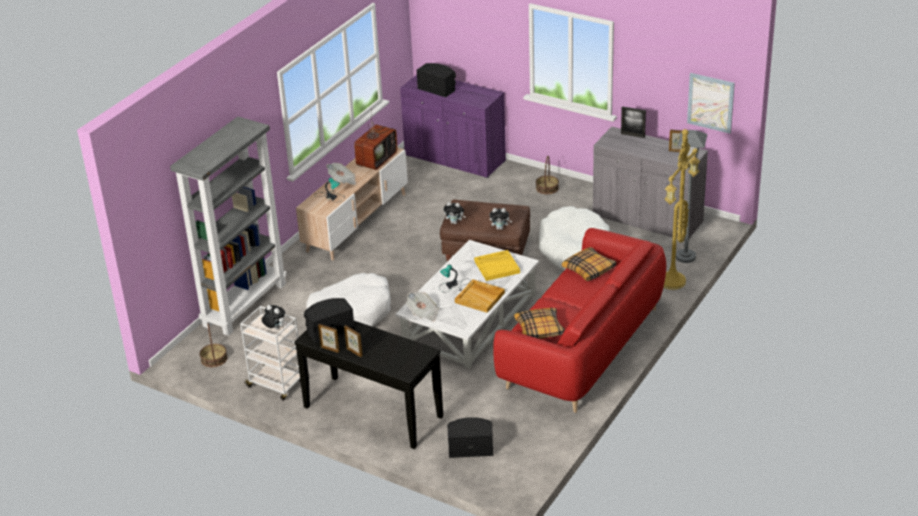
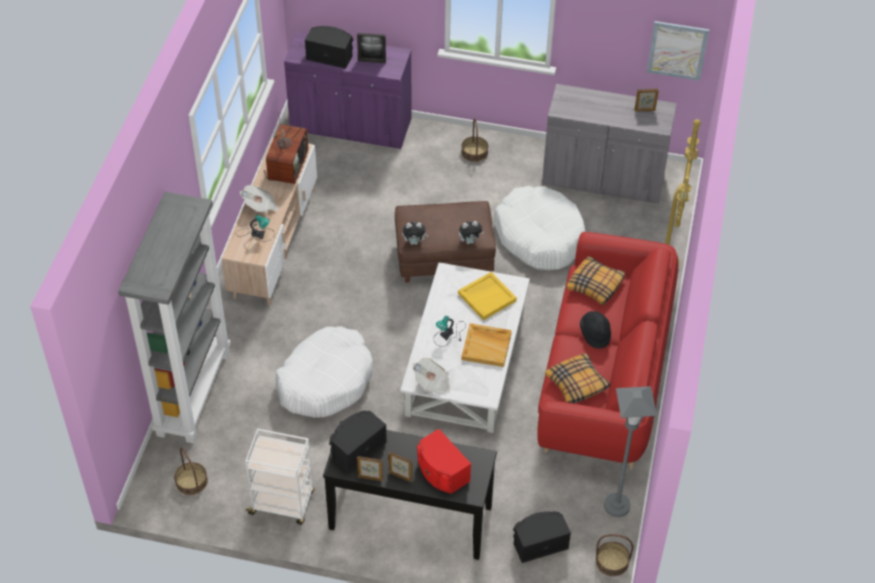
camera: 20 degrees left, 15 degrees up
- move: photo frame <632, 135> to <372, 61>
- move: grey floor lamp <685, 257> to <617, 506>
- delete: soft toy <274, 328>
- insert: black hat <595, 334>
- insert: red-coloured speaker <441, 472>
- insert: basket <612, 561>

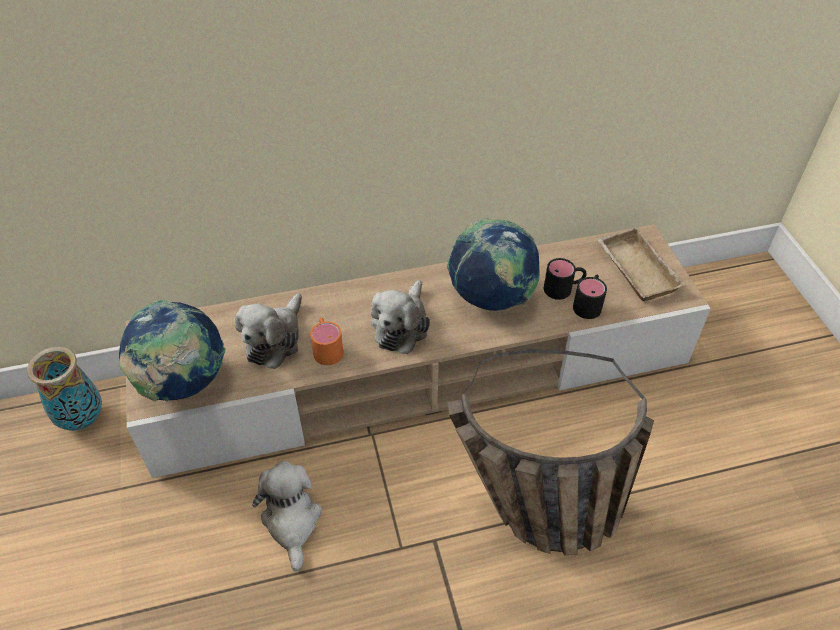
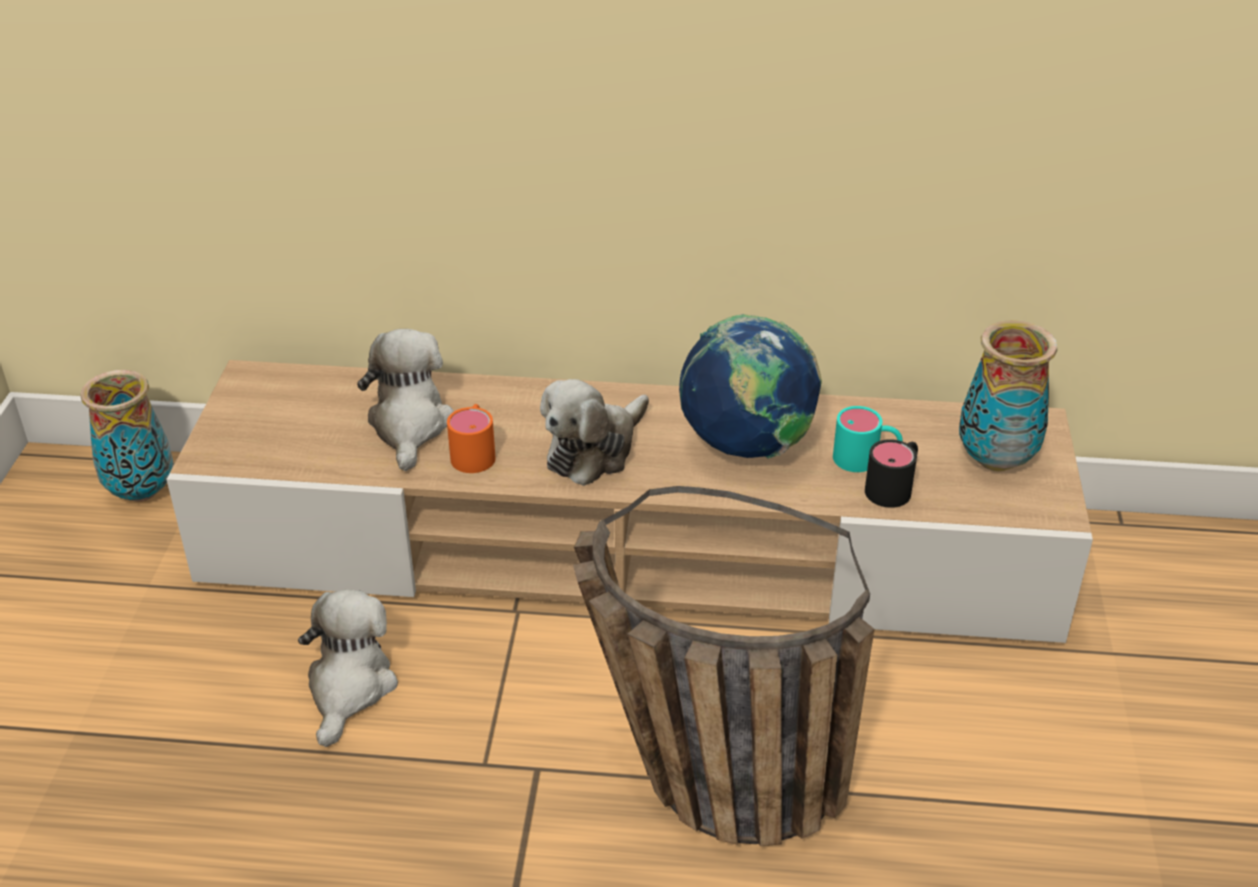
camera: 20 degrees right, 10 degrees down
- replace: beige serving tray <634, 269> to vase <994, 460>
- recolor: black coffee mug <564, 288> to blue-green coffee mug <866, 459>
- rotate: soft toy <275, 339> = <410, 425> 135 degrees clockwise
- delete: desk globe <182, 383>

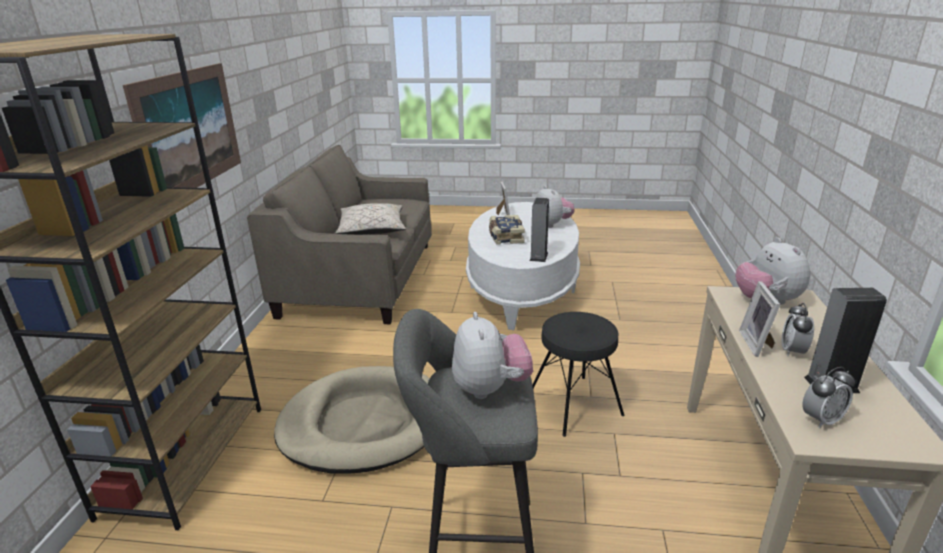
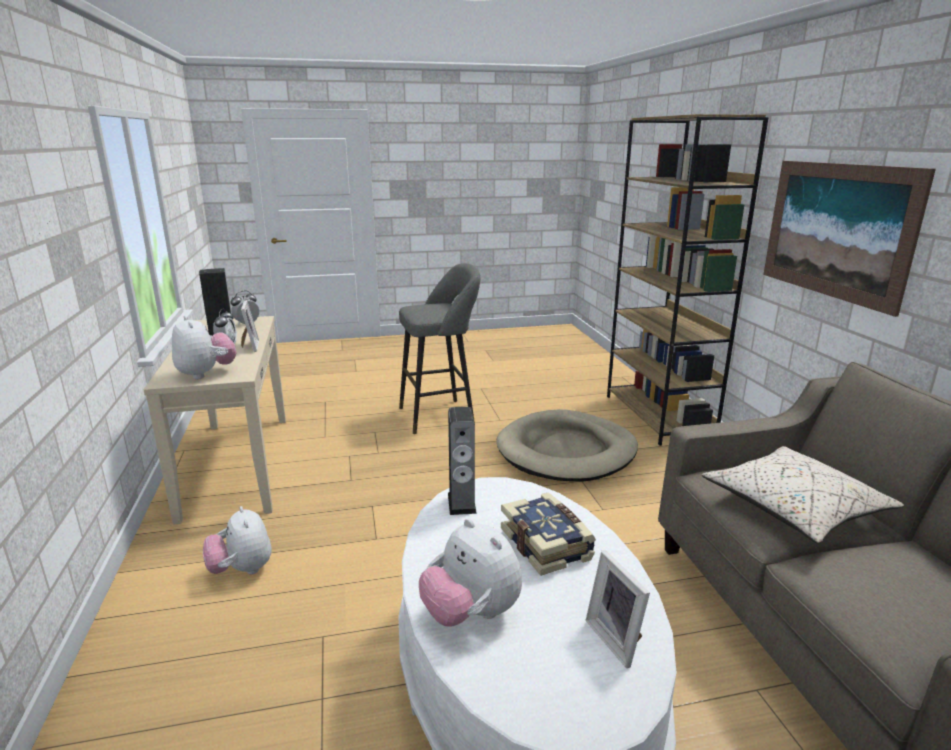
camera: 160 degrees right, 5 degrees down
- move: soft toy <490, 388> to <242, 570>
- delete: black stool <574, 405>

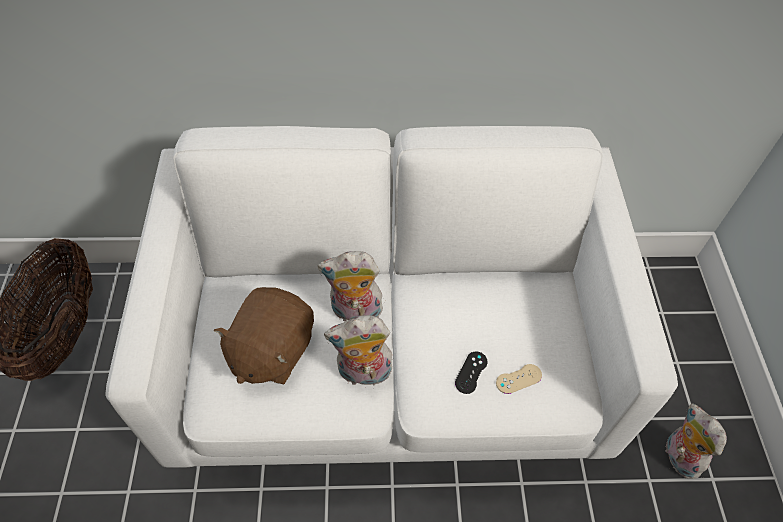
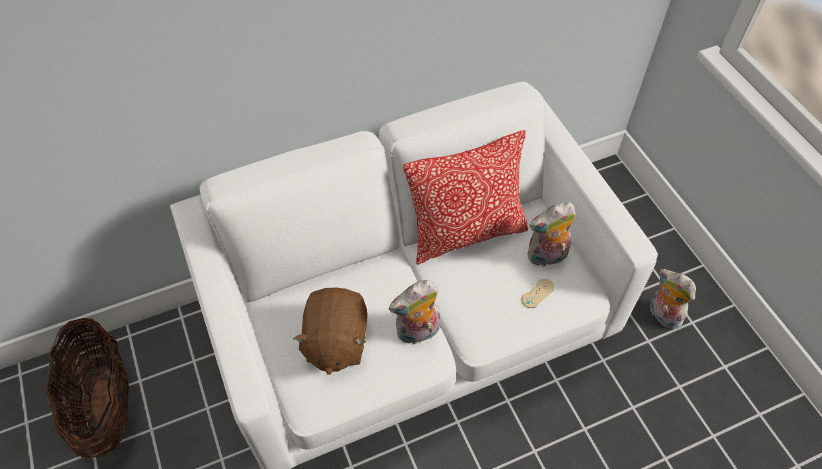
camera: 20 degrees left, 0 degrees up
- move: soft toy <354, 312> to <546, 257>
- delete: black gamepad <471, 372>
- insert: cushion <466, 233>

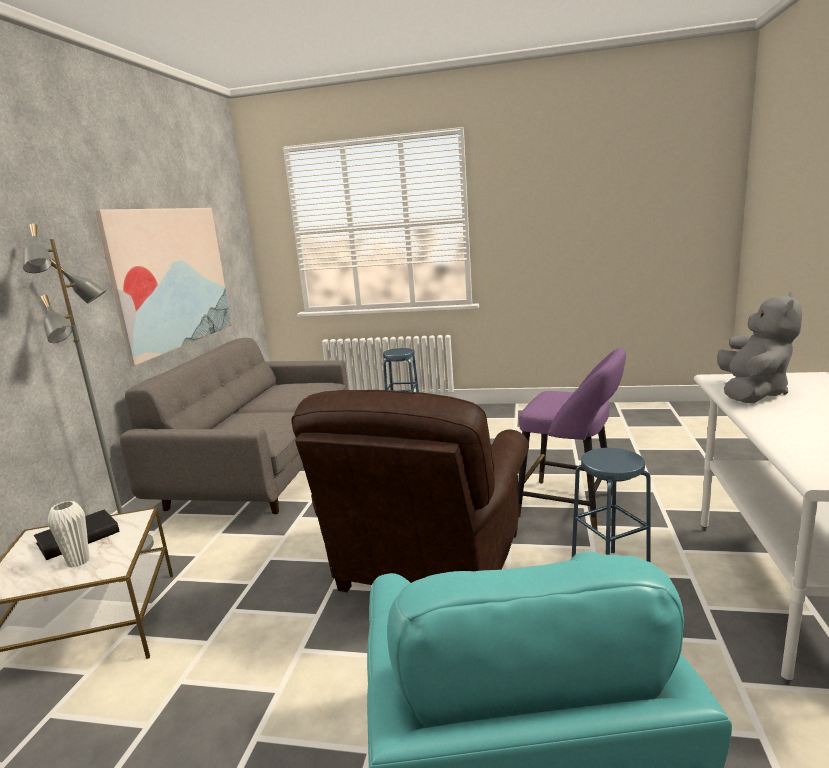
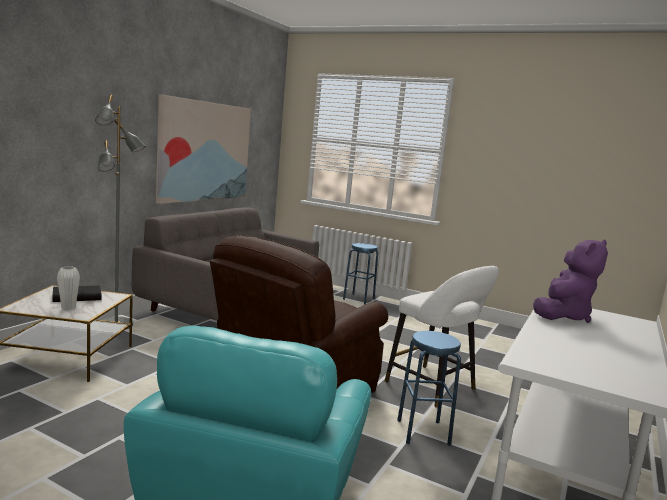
camera: 15 degrees right, 5 degrees down
- recolor: grey soft toy <751, 393> to purplish soft toy <562, 316>
- recolor: purplish stool <572, 506> to white stool <434, 387>

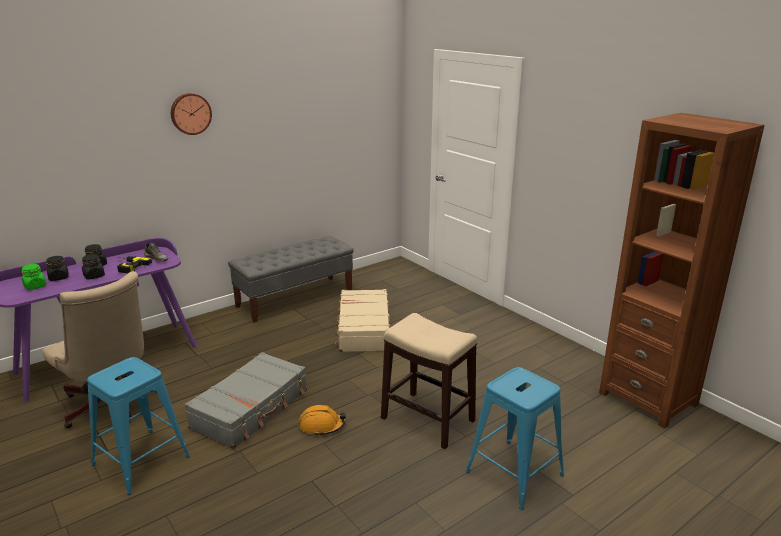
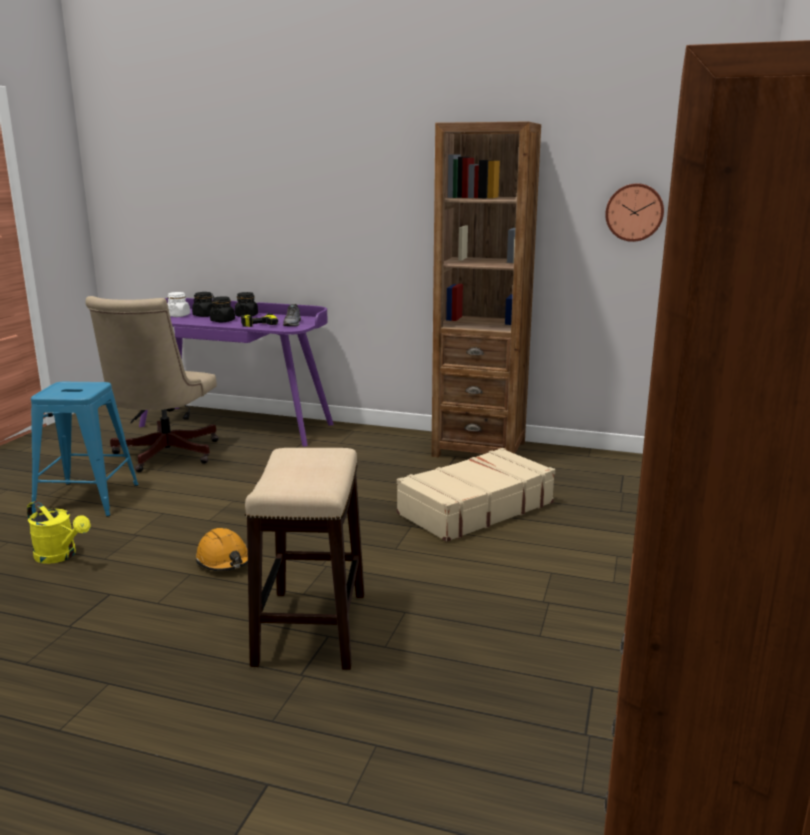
camera: 55 degrees right, 5 degrees down
- move: hanging clock <190, 113> to <634, 212>
- replace: grey long seat <295, 298> to brown-coloured shelving unit <479, 449>
- recolor: green jar <35, 286> to white jar <178, 315>
- delete: grey travel case <251, 409>
- delete: bluish stool <514, 474>
- insert: yellow sprinkling can <60, 556>

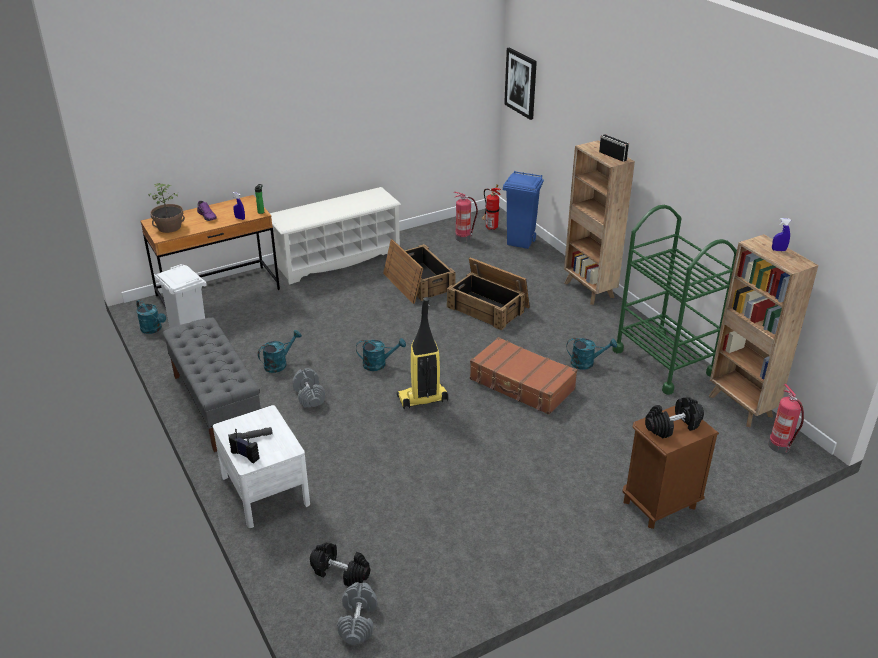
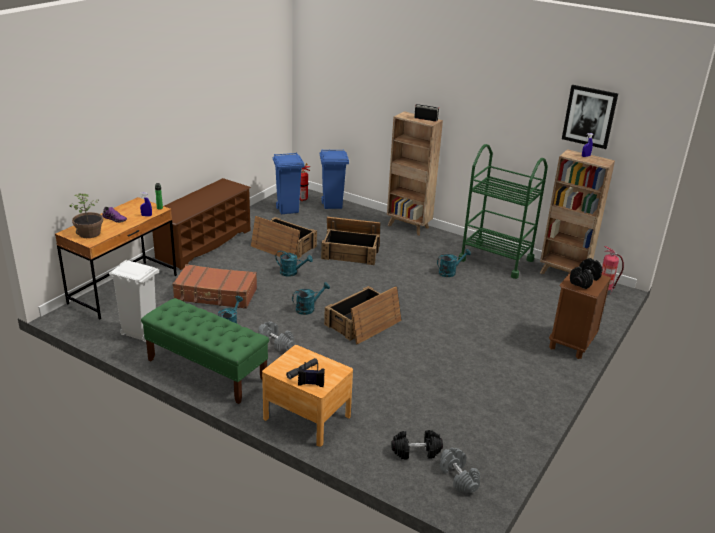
camera: 30 degrees left, 5 degrees down
- move: wall picture <521, 83> to <589, 116>
- recolor: white shoe rack <337, 259> to brown-coloured shoe rack <204, 244>
- replace: fire extinguisher <463, 238> to bluish waste bin <288, 210>
- replace: vacuum <422, 399> to shipping crate <363, 323>
- move: blue-green sprinkling can <153, 329> to <292, 273>
- recolor: grey long seat <216, 405> to green long seat <206, 370>
- move: brown-coloured travel case <521, 385> to <216, 295>
- recolor: white night table <265, 490> to brown-coloured night table <307, 417>

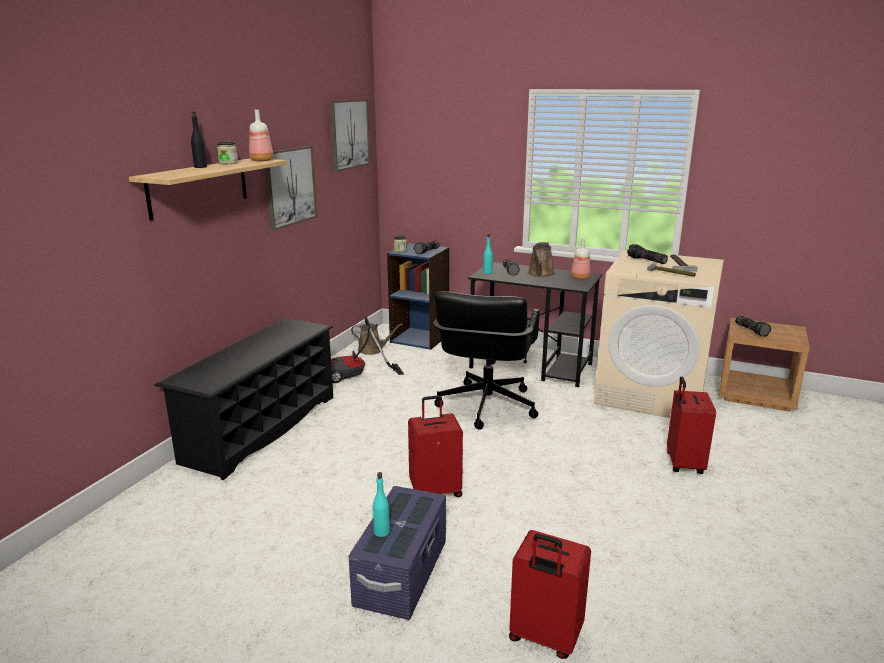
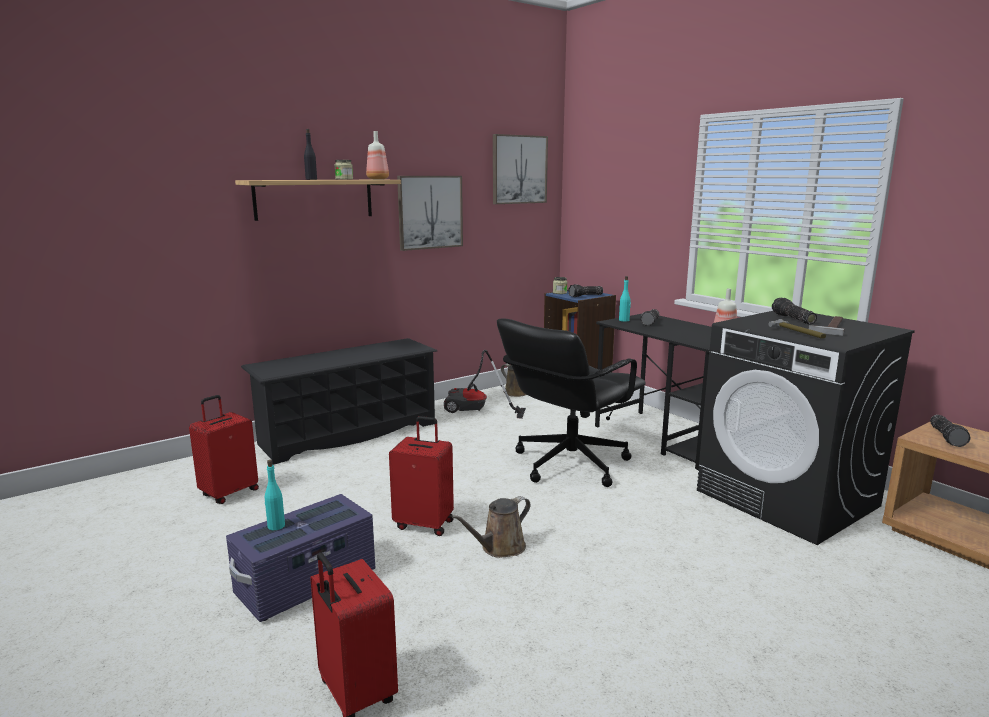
camera: 30 degrees right, 5 degrees down
- move: brown-coloured sprinkling can <540, 274> to <499, 548>
- recolor: beige washing machine <651, 394> to black washing machine <788, 498>
- move: red-coloured travel case <683, 464> to <229, 493>

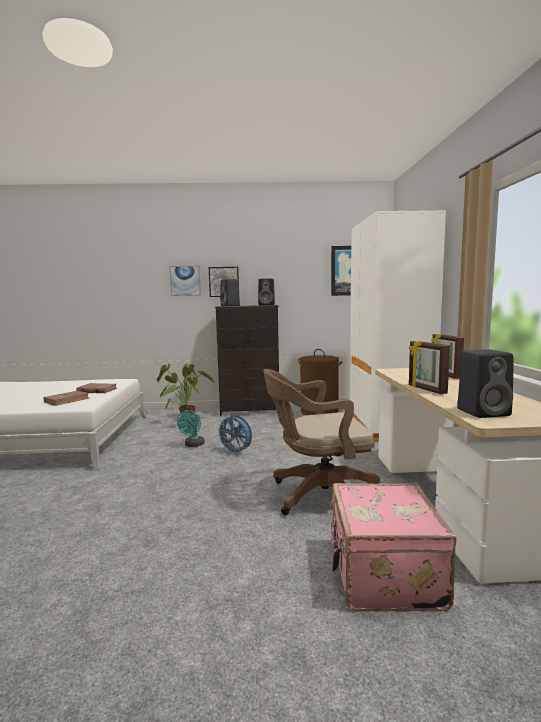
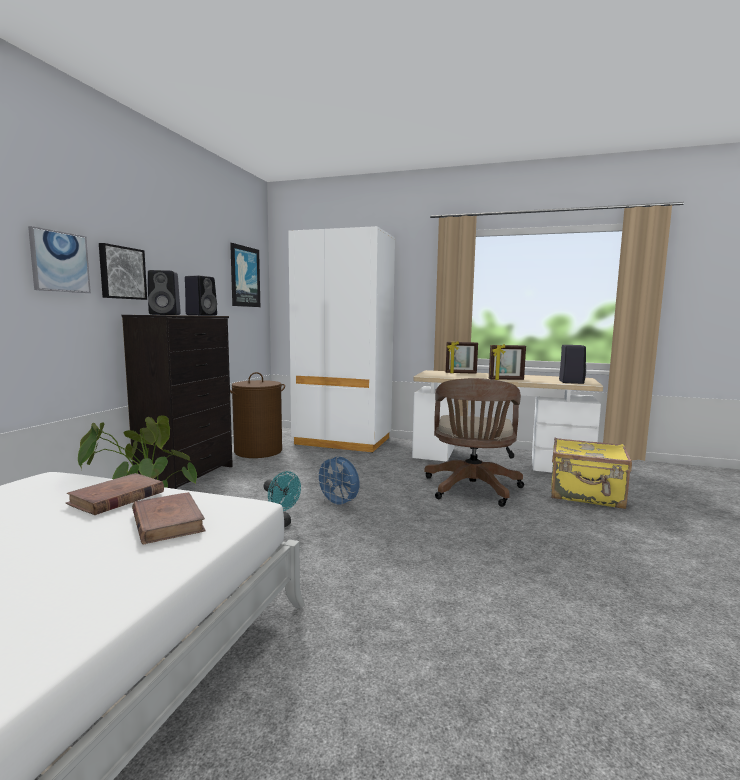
camera: 70 degrees left, 0 degrees up
- rotate: bluish electric fan <236, 452> = <338, 505> 75 degrees clockwise
- recolor: pinkish travel case <382, 574> to yellow travel case <586, 495>

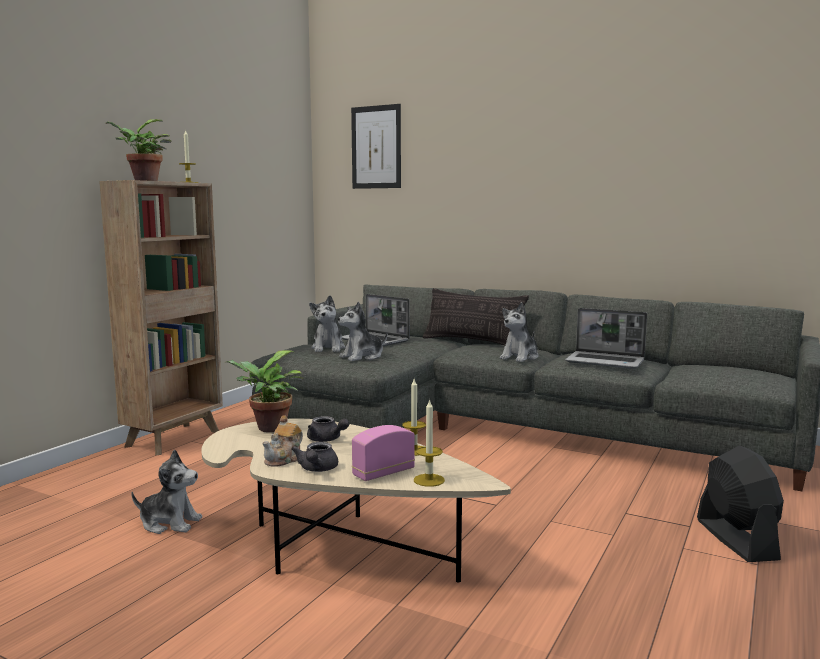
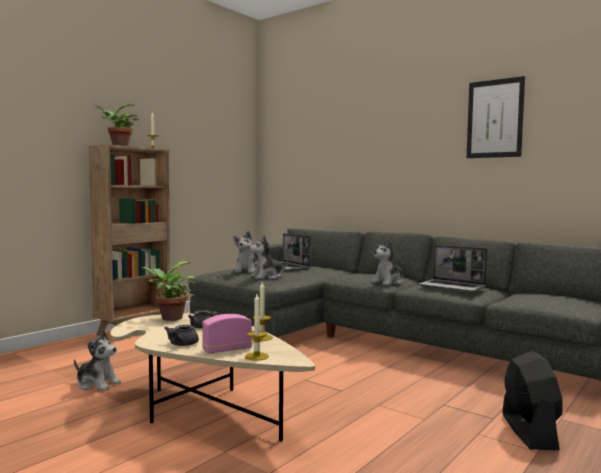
camera: 10 degrees right, 5 degrees down
- move: wall picture <376, 147> to <494, 118>
- delete: cushion <473, 343>
- delete: tea pot <284, 459>

